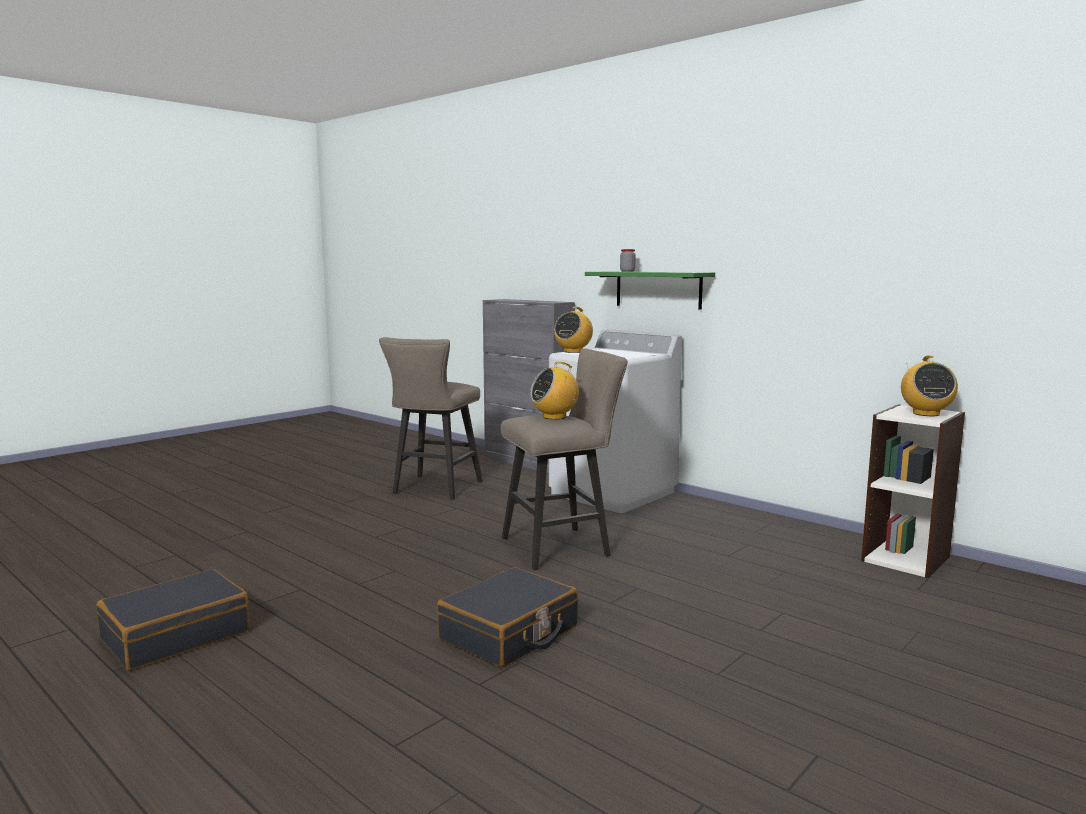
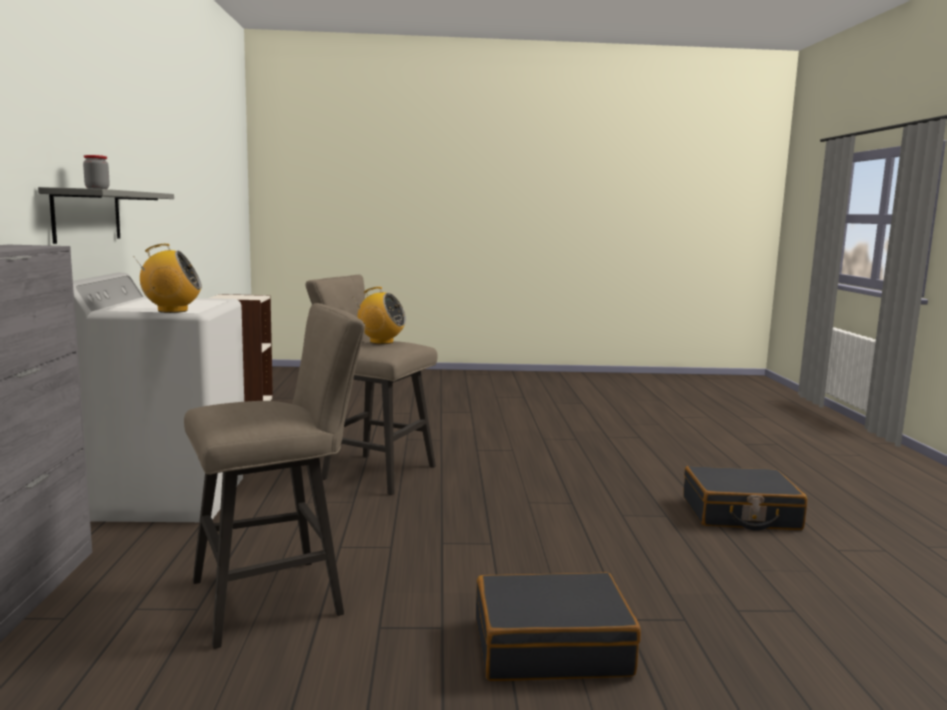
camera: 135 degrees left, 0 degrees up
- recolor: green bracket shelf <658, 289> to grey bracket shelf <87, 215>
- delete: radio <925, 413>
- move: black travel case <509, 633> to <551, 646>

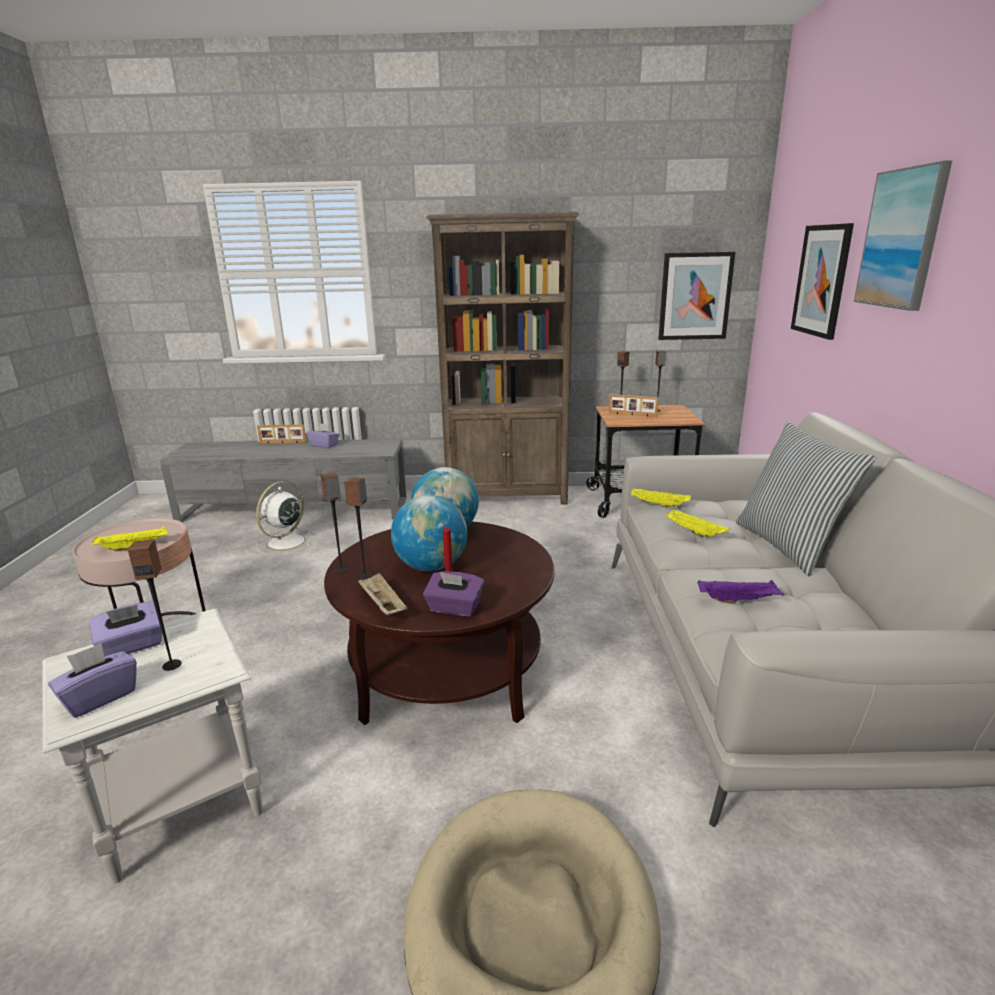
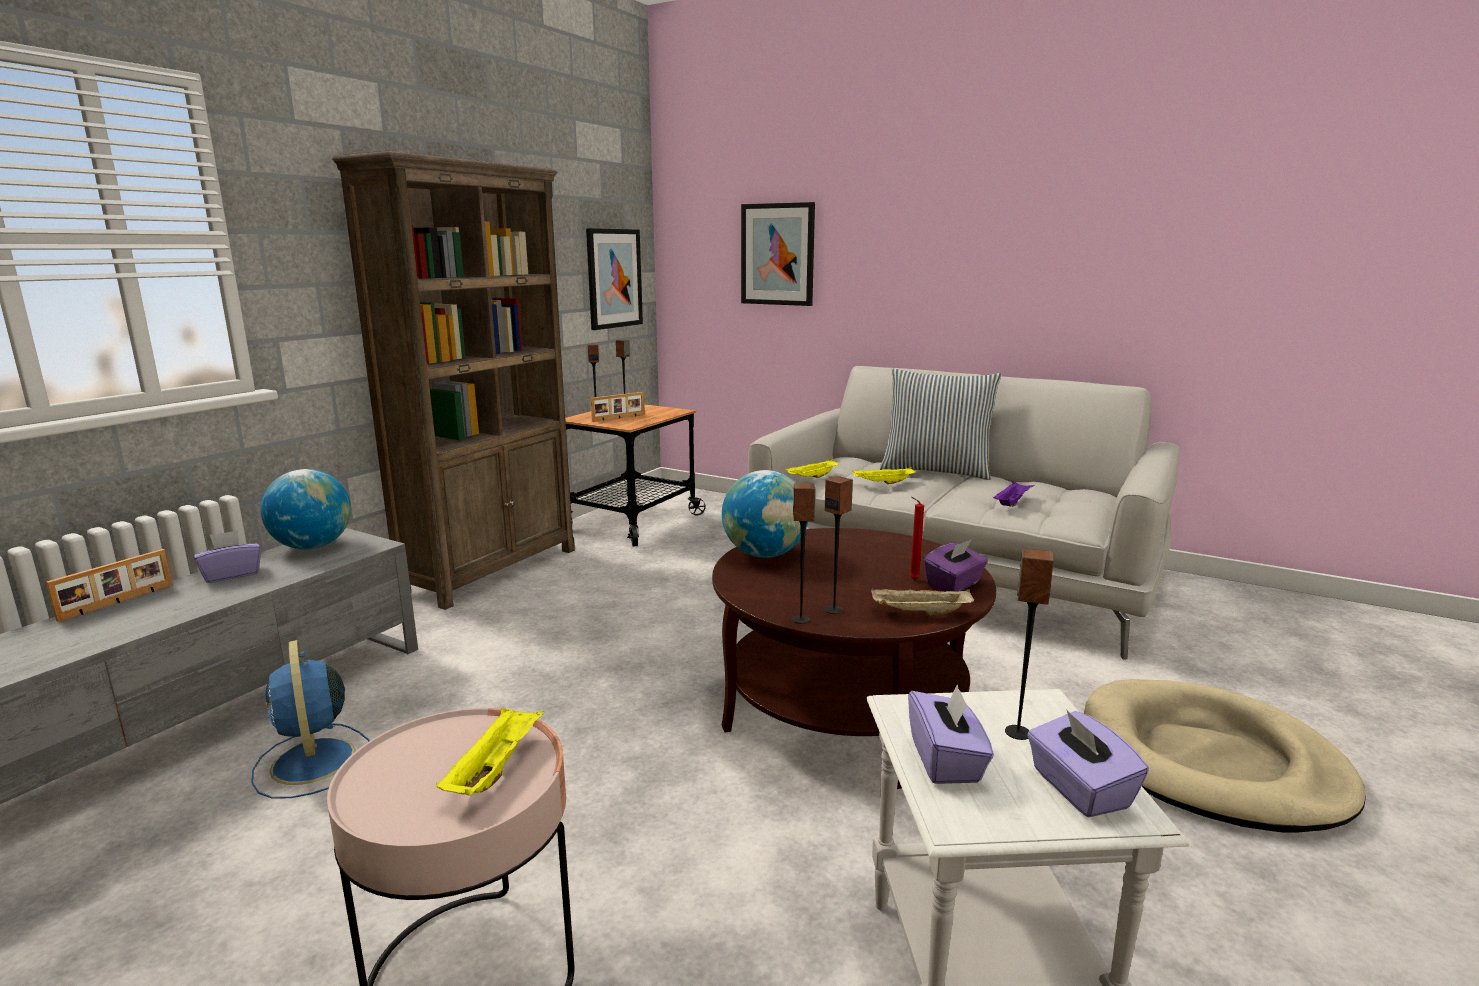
camera: 60 degrees left, 5 degrees down
- delete: wall picture <901, 239>
- recolor: white electric fan <284, 543> to bluish electric fan <313, 763>
- move: desk globe <431, 567> to <312, 547>

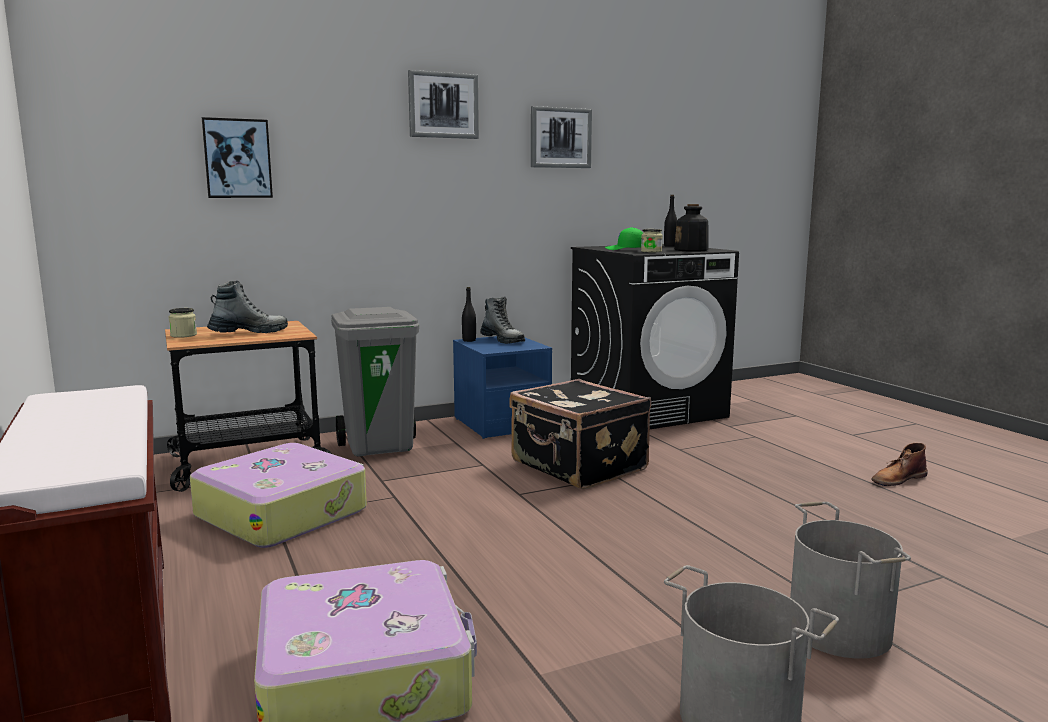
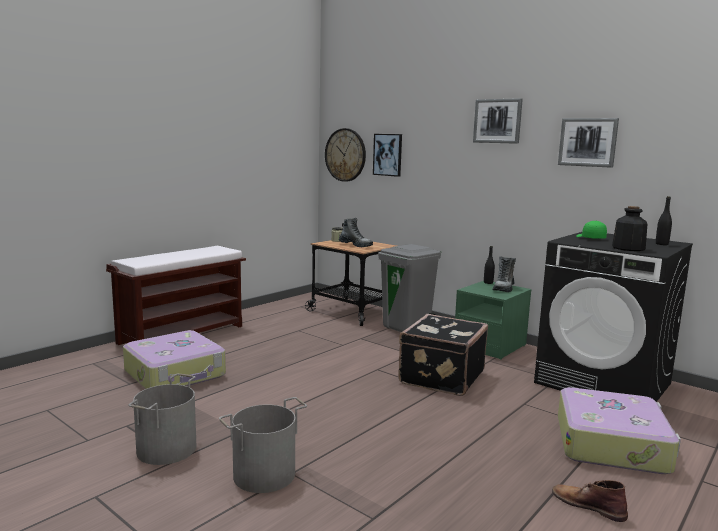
camera: 65 degrees right, 0 degrees up
- delete: jar <651, 251>
- recolor: bluish night table <501, 424> to green night table <490, 346>
- move: travel case <282, 512> to <612, 444>
- insert: hanging clock <345, 155>

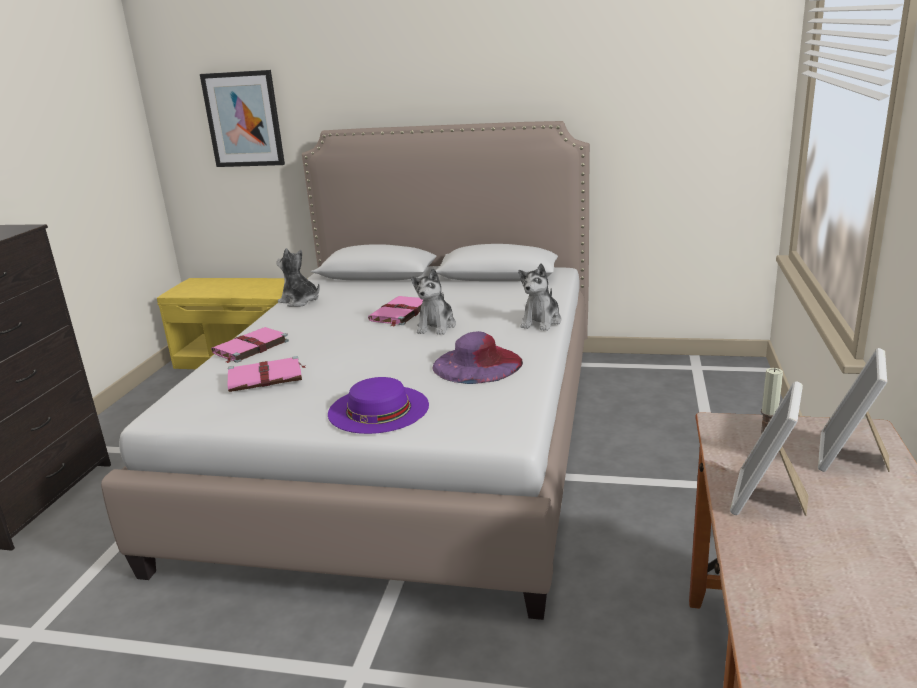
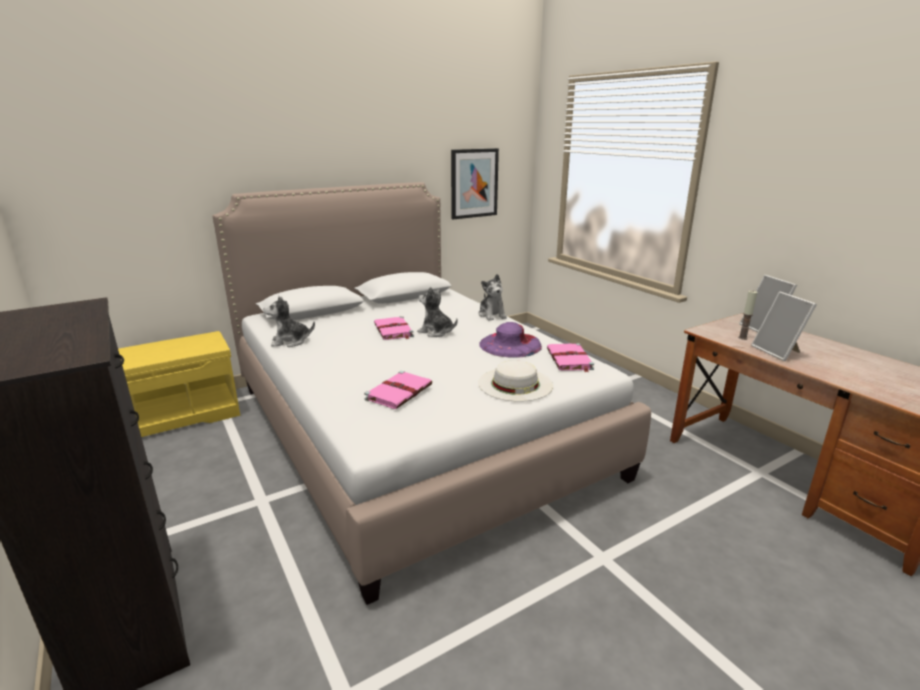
camera: 45 degrees left, 0 degrees up
- move: wall picture <243, 119> to <474, 183>
- rotate: soft toy <436, 326> = <436, 332> 150 degrees clockwise
- move: pinkish book <250, 347> to <569, 359>
- recolor: purplish hat <378, 409> to white hat <515, 384>

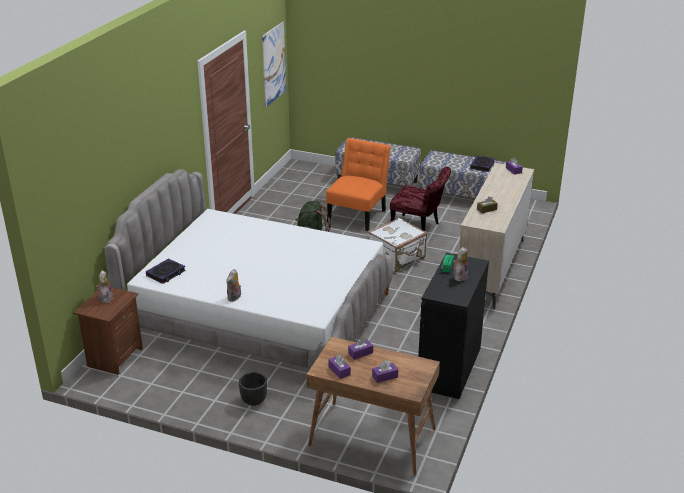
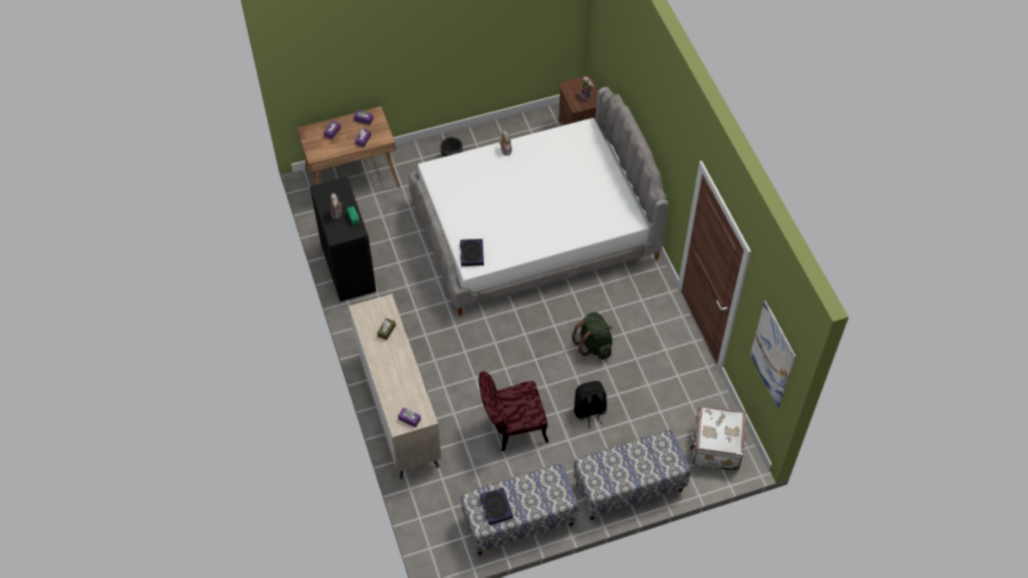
camera: 140 degrees right, 25 degrees up
- replace: orange upright chair <358, 214> to black backpack <589, 412>
- move: white travel case <397, 259> to <715, 447>
- move: book <166, 273> to <471, 254>

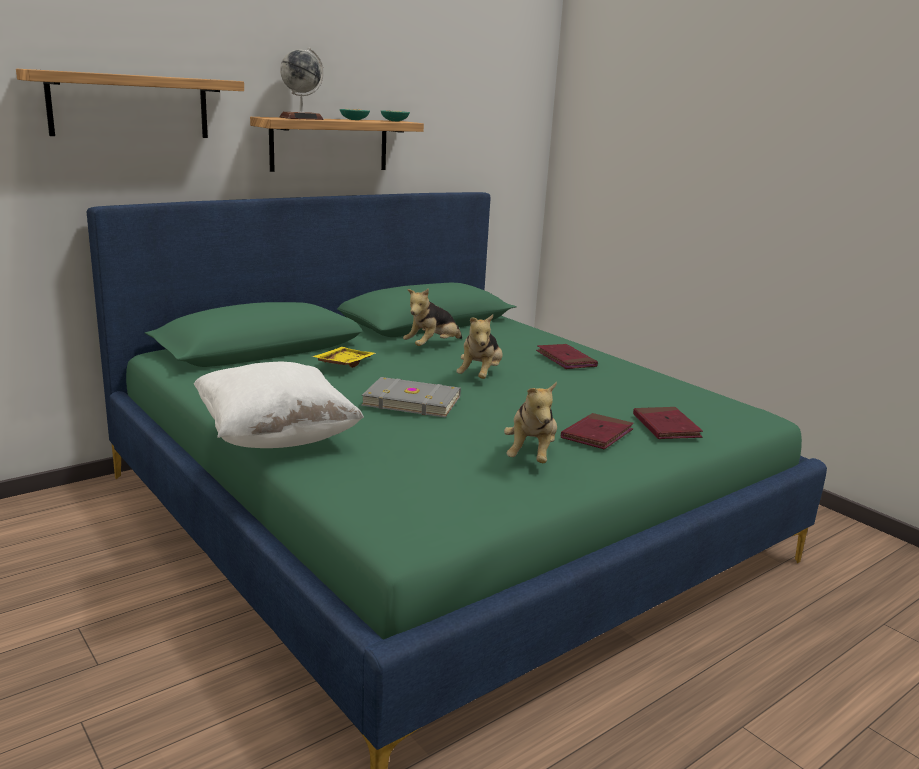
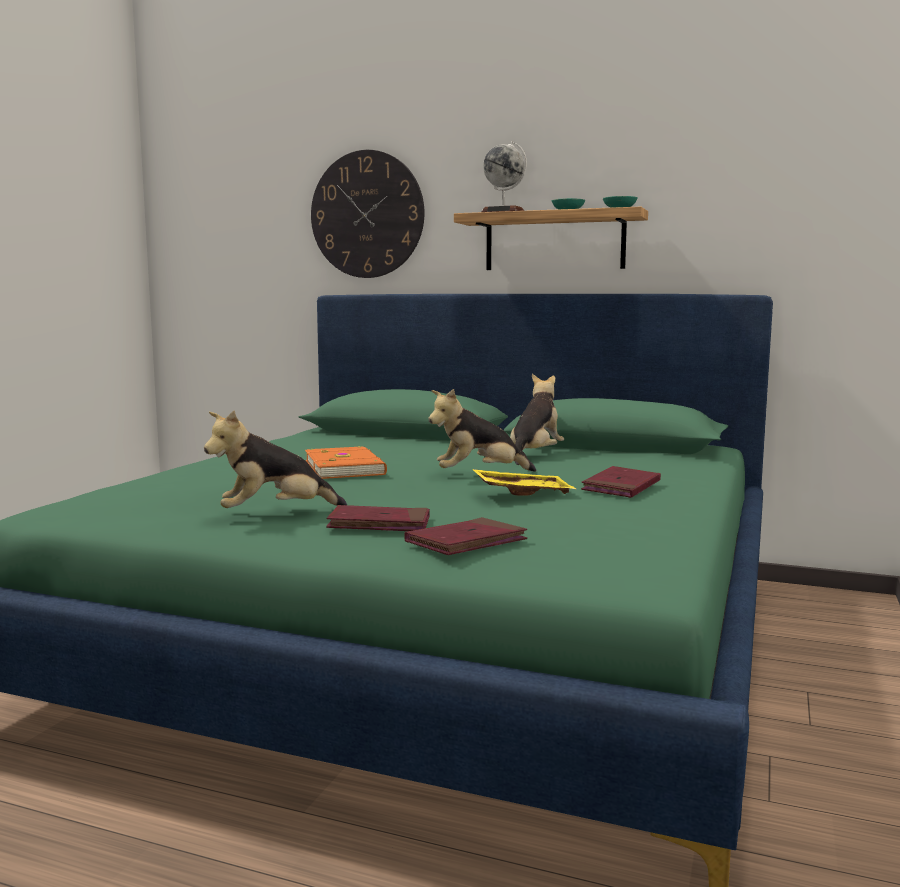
camera: 60 degrees right, 10 degrees down
- replace: bracket shelf <130, 106> to hanging clock <367, 214>
- rotate: soft toy <432, 346> = <535, 455> 105 degrees clockwise
- move: yellow serving tray <343, 364> to <522, 492>
- delete: white cushion <276, 438>
- recolor: grey book <411, 400> to orange book <346, 468>

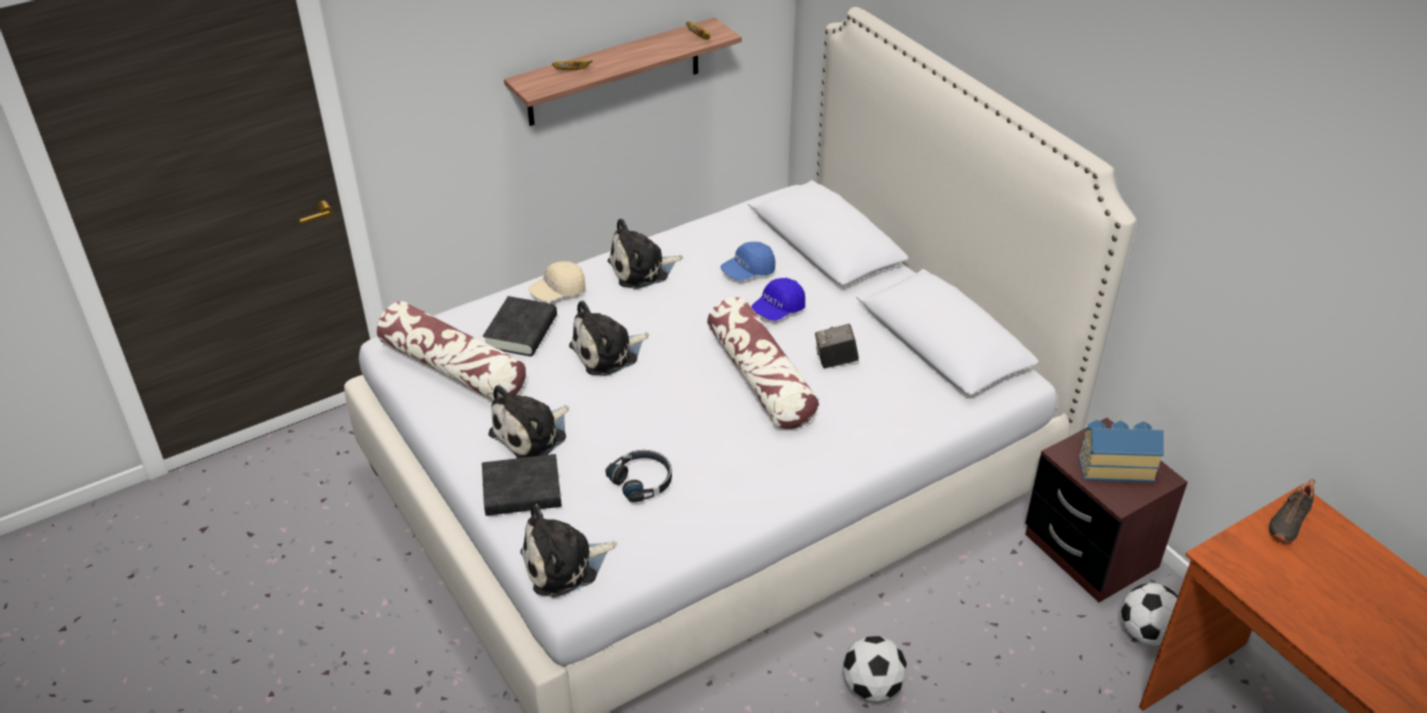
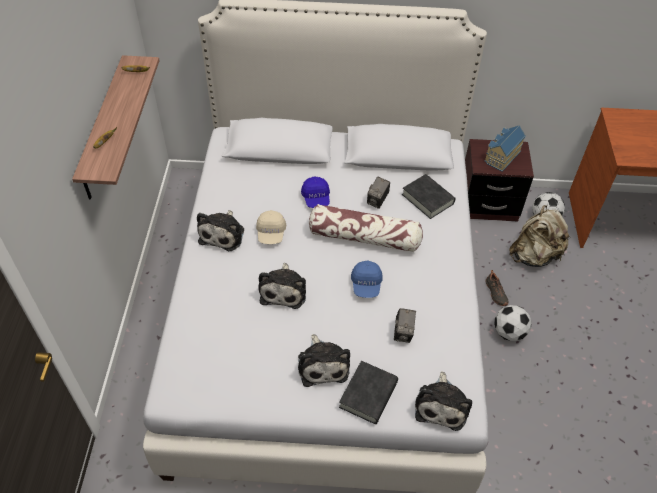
camera: 55 degrees left, 10 degrees up
- move: bluish baseball cap <748, 272> to <366, 284>
- move: beige baseball cap <558, 292> to <271, 233>
- move: black book <521, 332> to <428, 199>
- delete: cushion <453, 368>
- replace: black headphones <642, 481> to photo camera <403, 333>
- move: black item of footwear <1287, 521> to <495, 293>
- insert: beige backpack <534, 255>

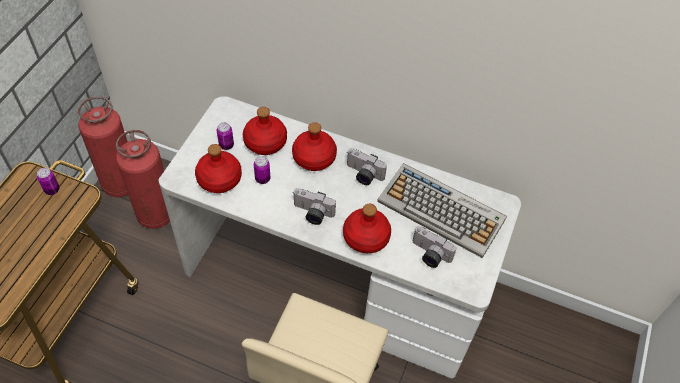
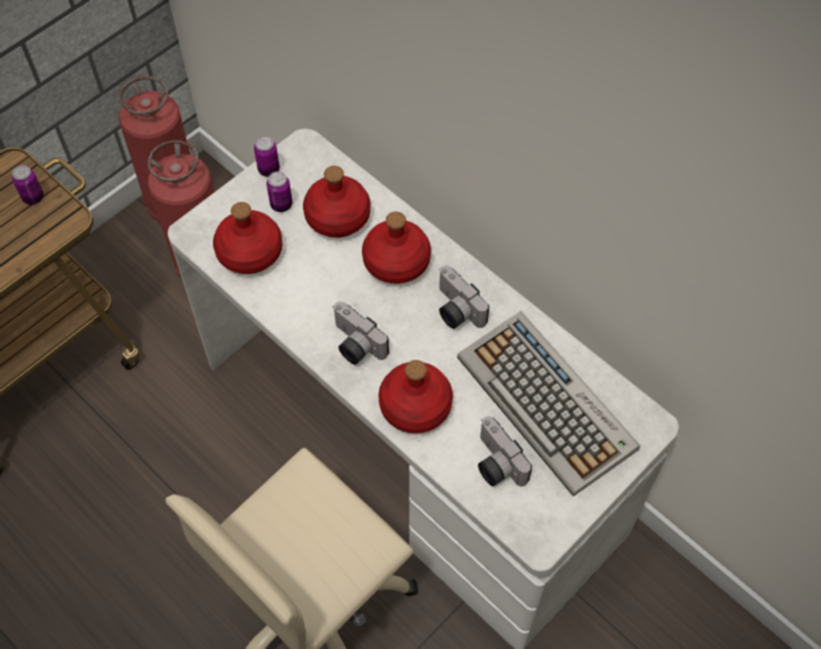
camera: 25 degrees right, 5 degrees up
- move: sealed can <262, 179> to <269, 169>

